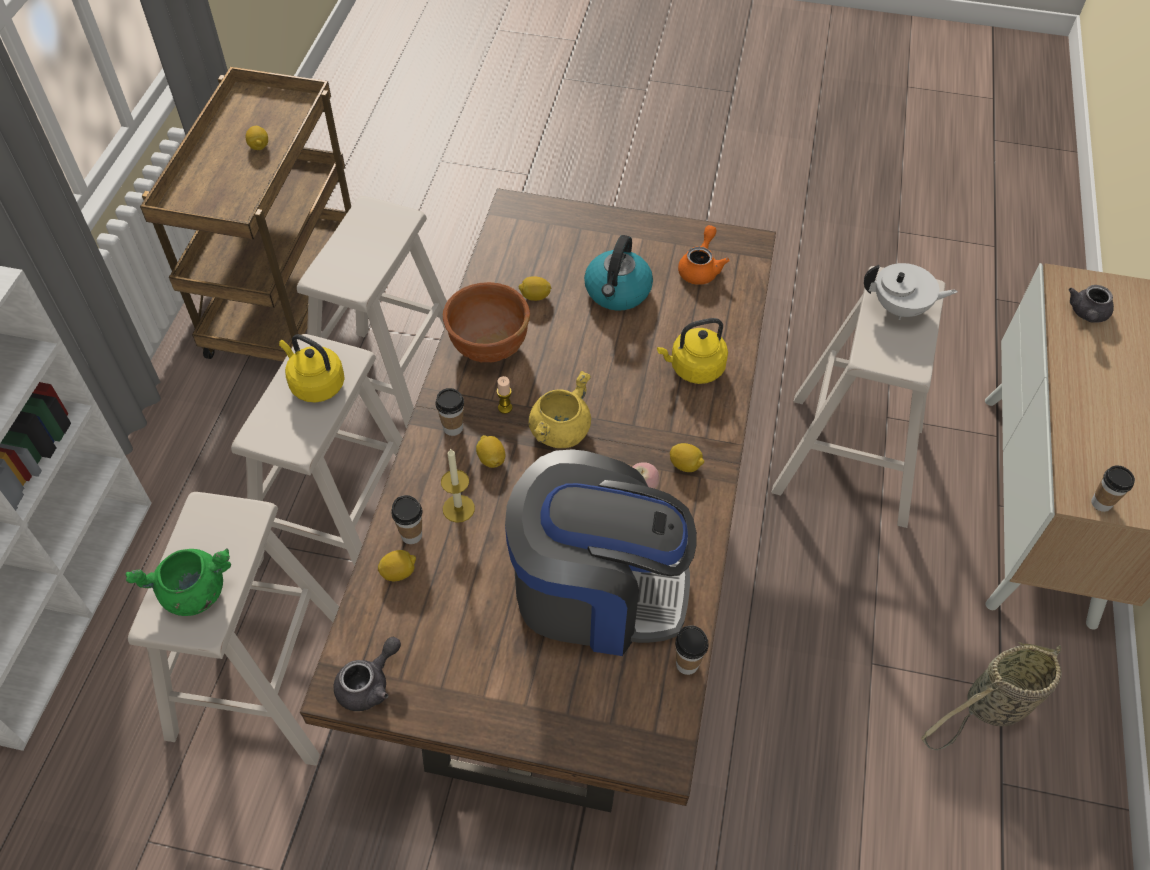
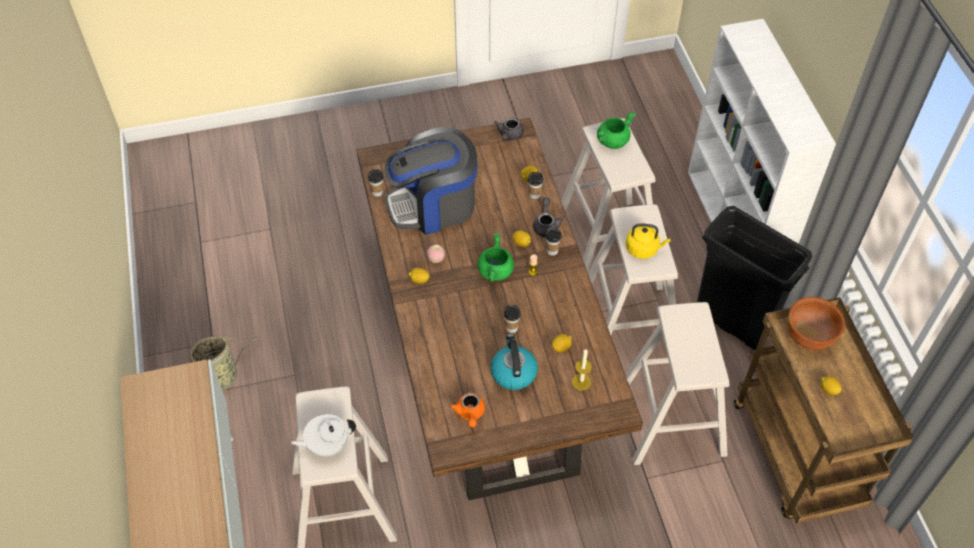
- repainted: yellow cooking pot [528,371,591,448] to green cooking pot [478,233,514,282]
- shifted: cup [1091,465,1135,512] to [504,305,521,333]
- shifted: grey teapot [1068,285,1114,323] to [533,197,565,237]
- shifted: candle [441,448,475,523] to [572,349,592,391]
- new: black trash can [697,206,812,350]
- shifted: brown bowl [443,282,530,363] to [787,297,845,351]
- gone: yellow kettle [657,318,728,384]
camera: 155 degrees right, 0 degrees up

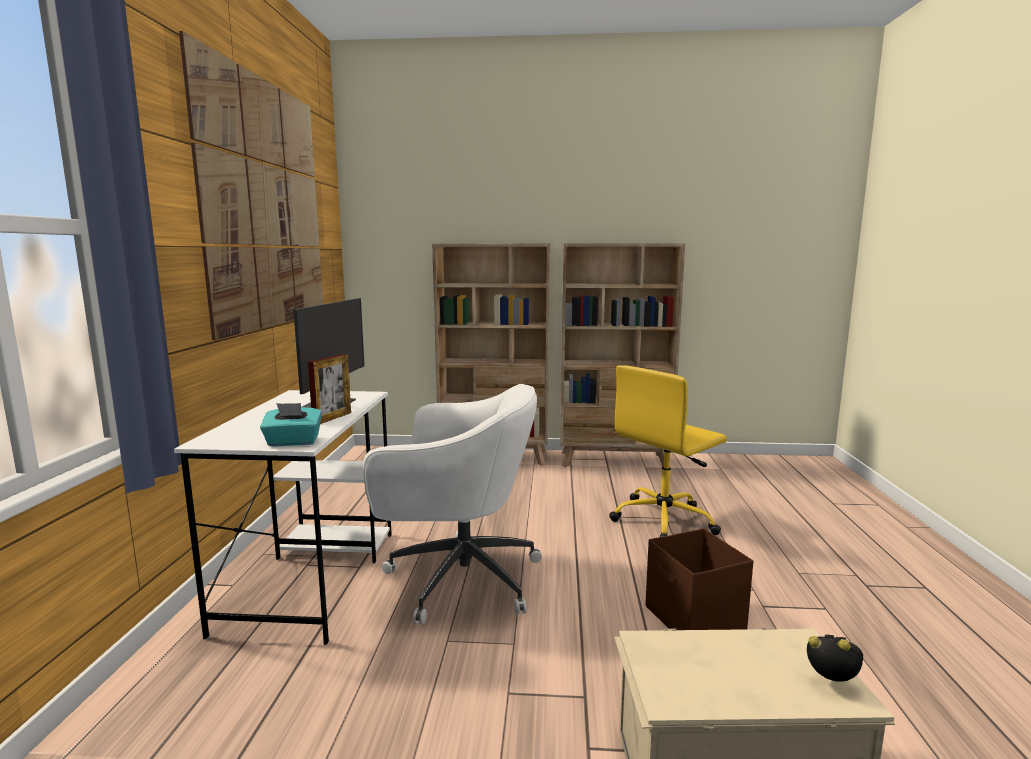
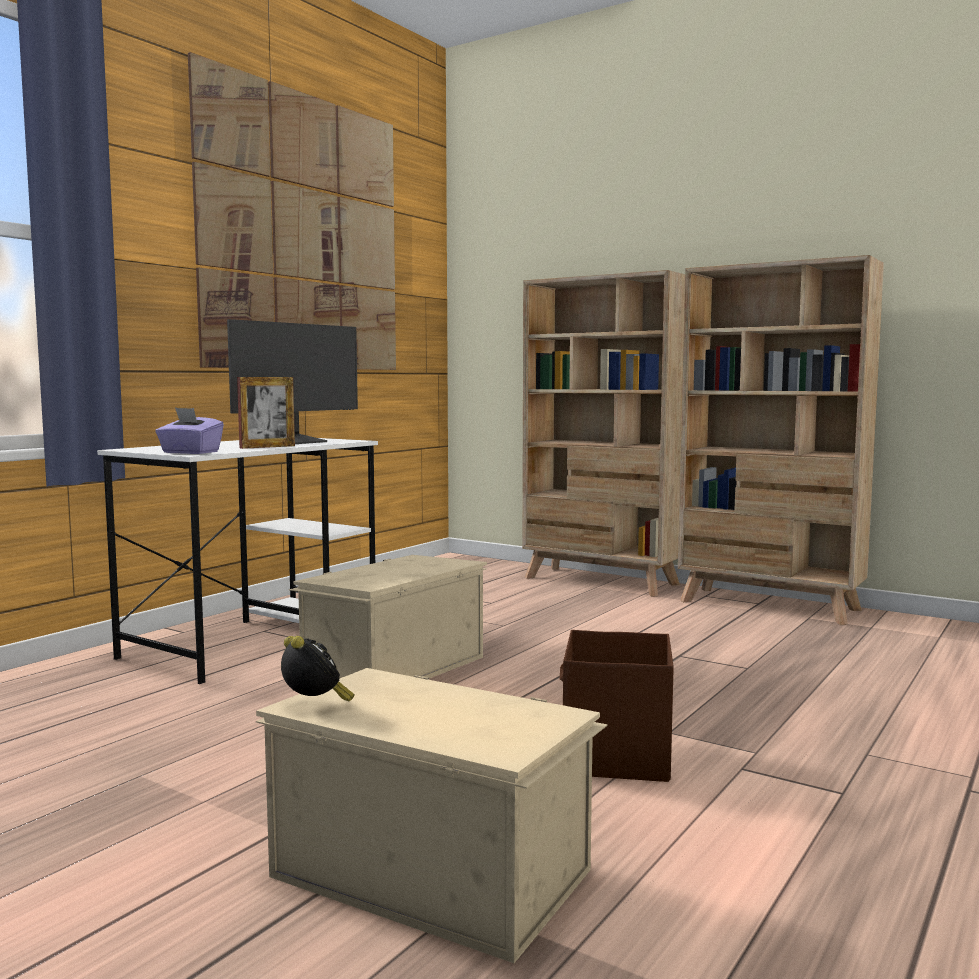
- repainted: turquoise tissue box [260,403,322,446] to purple tissue box [155,408,224,454]
- shifted: alarm clock [807,634,863,682] to [281,636,355,701]
- swapped: white office chair [363,384,542,625] to beige storage box [288,555,487,679]
- gone: yellow office chair [609,365,727,537]
camera: 30 degrees right, 5 degrees down

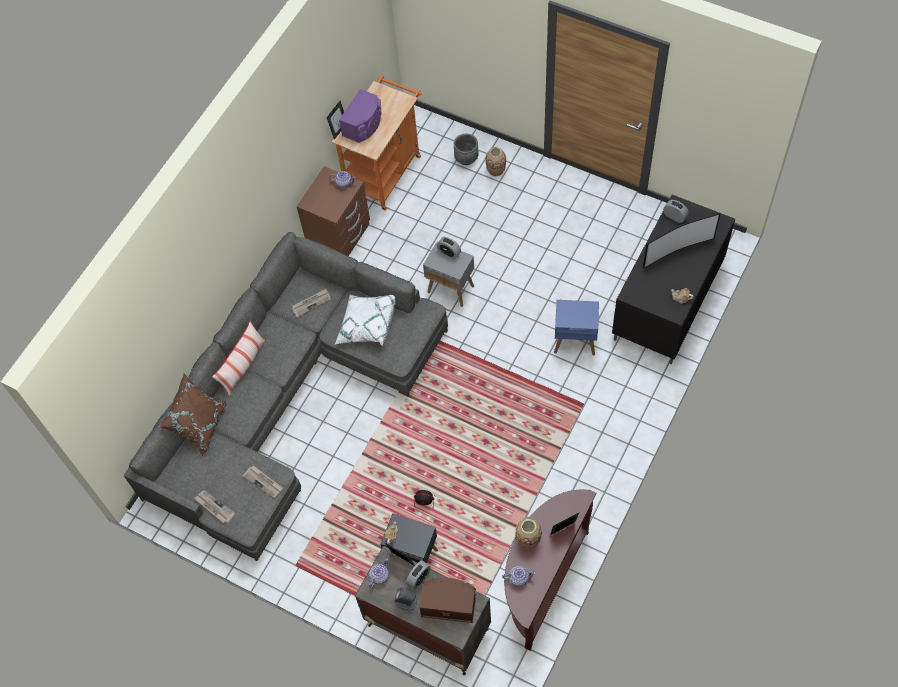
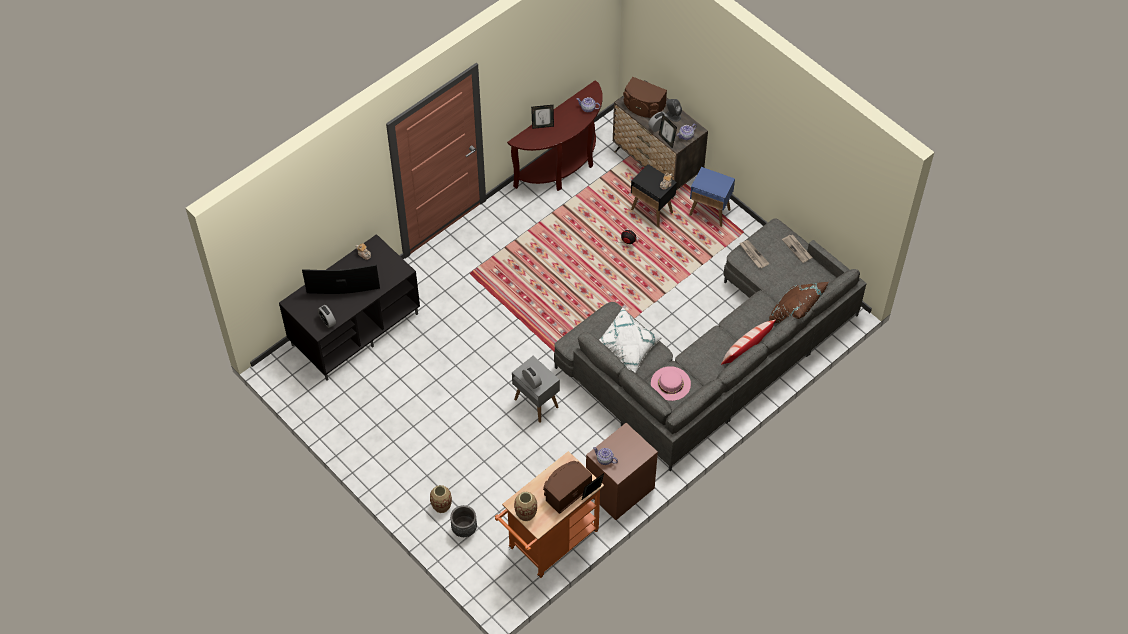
- shifted: vase [516,518,542,549] to [514,492,537,521]
- repainted: purple speaker [339,89,381,143] to brown speaker [543,461,592,514]
- swapped: newspaper [292,289,331,318] to pink hat [651,366,691,401]
- shifted: blue side table [554,300,599,355] to [689,167,735,227]
camera: 165 degrees left, 5 degrees down

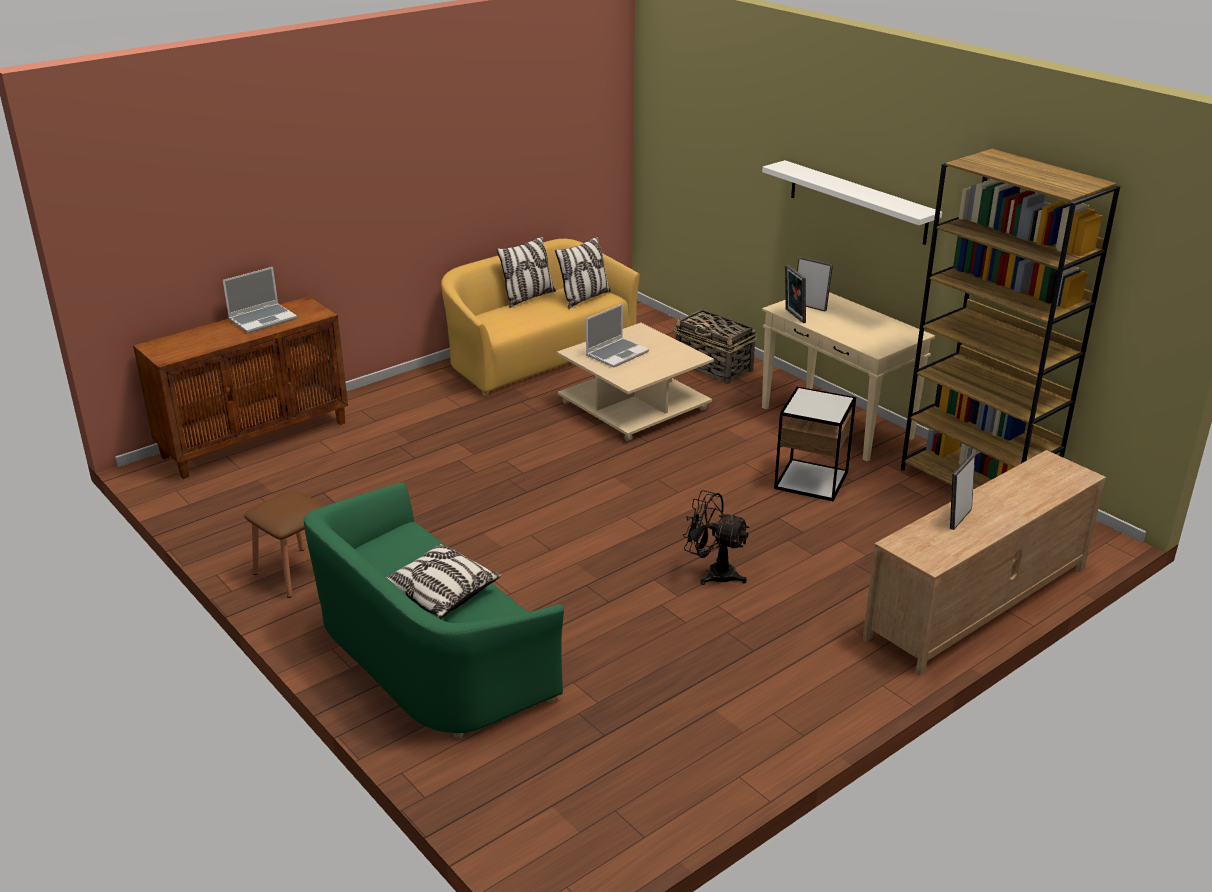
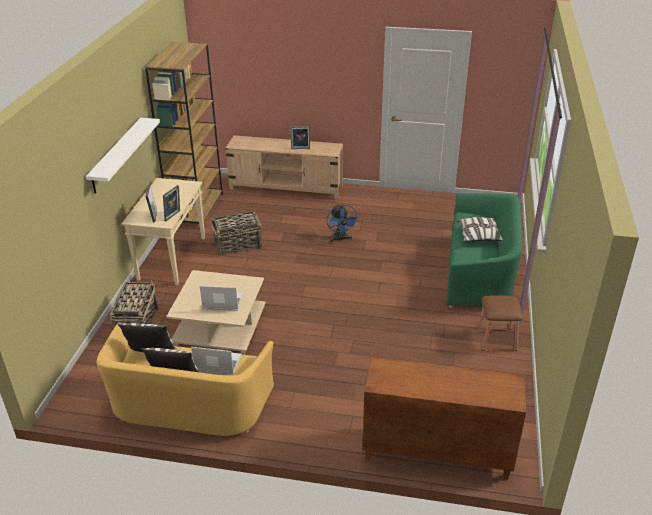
- shifted: laptop [223,267,297,333] to [191,347,241,375]
- swapped: side table [774,387,856,502] to basket [212,211,263,256]
- repainted: black fan [683,490,750,585] to blue fan [326,204,359,242]
camera: 130 degrees left, 5 degrees up

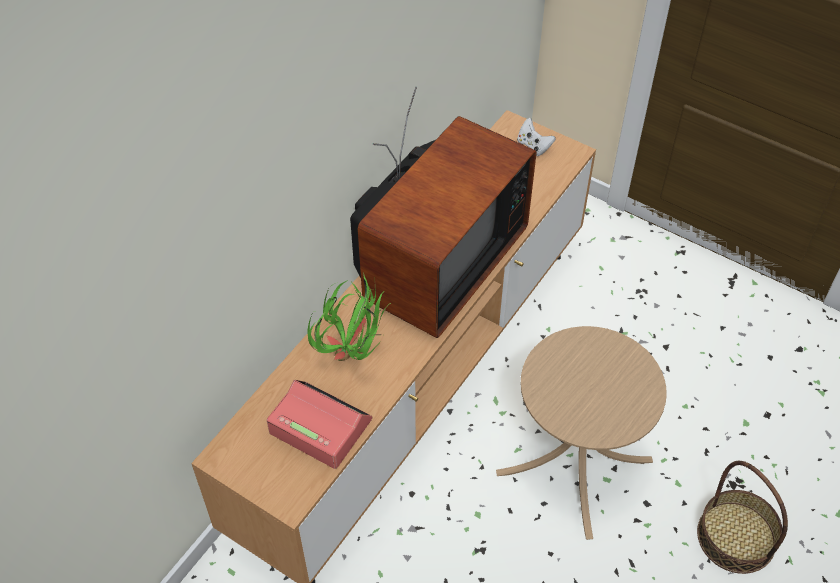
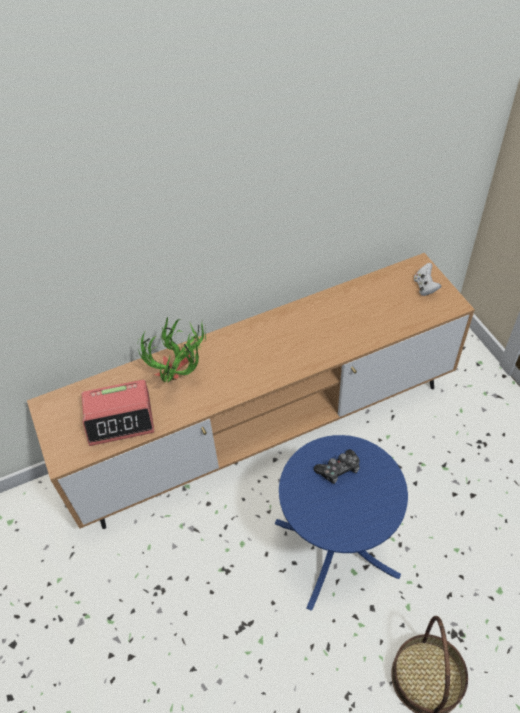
- rotated: alarm clock [267,380,372,469] = [82,380,155,446] 105 degrees clockwise
- repainted: beige side table [496,326,667,540] to blue side table [275,435,408,611]
- new: game controller [314,449,360,484]
- gone: television [350,87,536,338]
camera: 35 degrees right, 0 degrees up

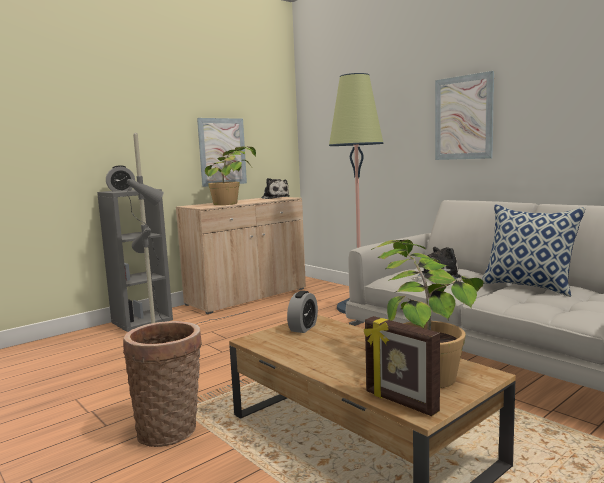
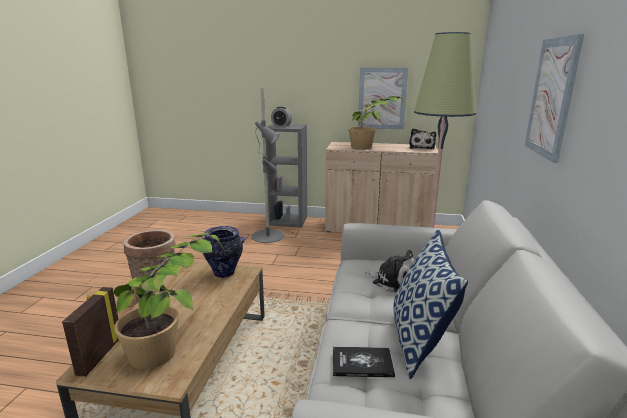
- swapped: alarm clock [287,291,318,333] to vase [199,226,245,278]
- new: book [333,347,395,378]
camera: 50 degrees right, 10 degrees up

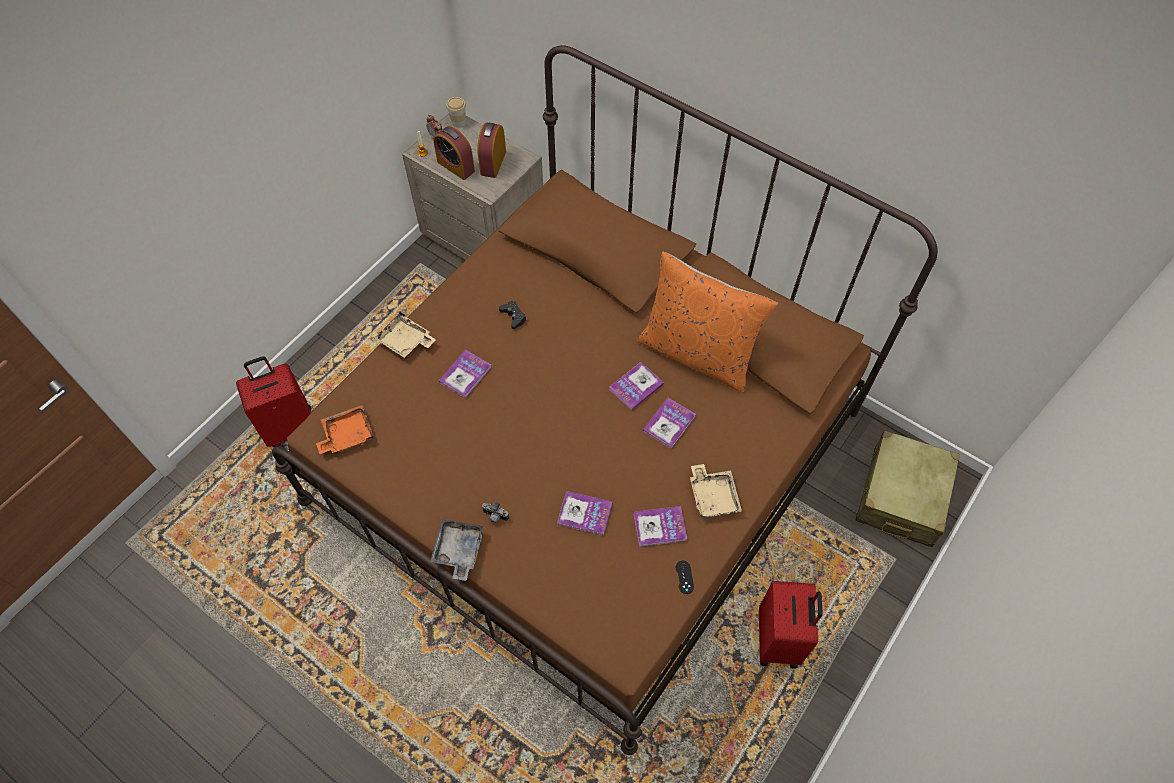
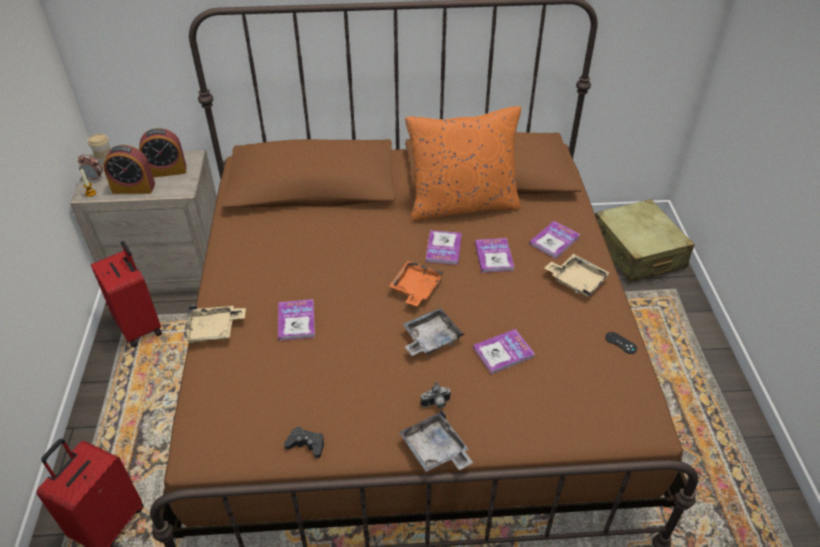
- shifted: red suitcase [759,581,822,669] to [91,241,162,348]
- rotated: alarm clock [477,123,506,178] = [139,128,186,178] 75 degrees counterclockwise
- shifted: black game controller [499,301,527,329] to [284,427,324,458]
- shifted: orange tray [316,405,374,454] to [389,260,443,306]
- new: grey tray [402,308,464,356]
- shifted: book [633,506,687,547] to [529,221,580,259]
camera: 40 degrees left, 15 degrees down

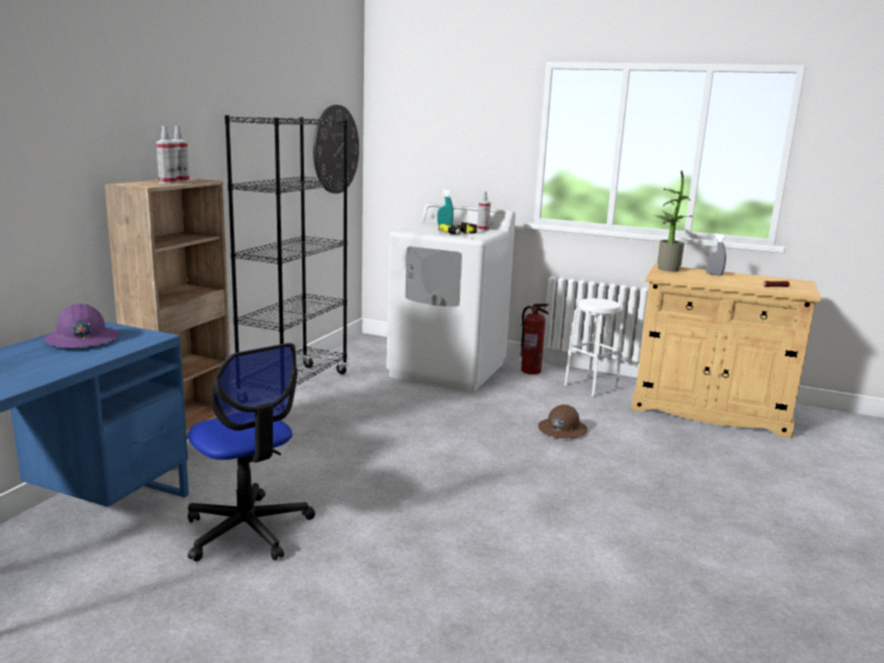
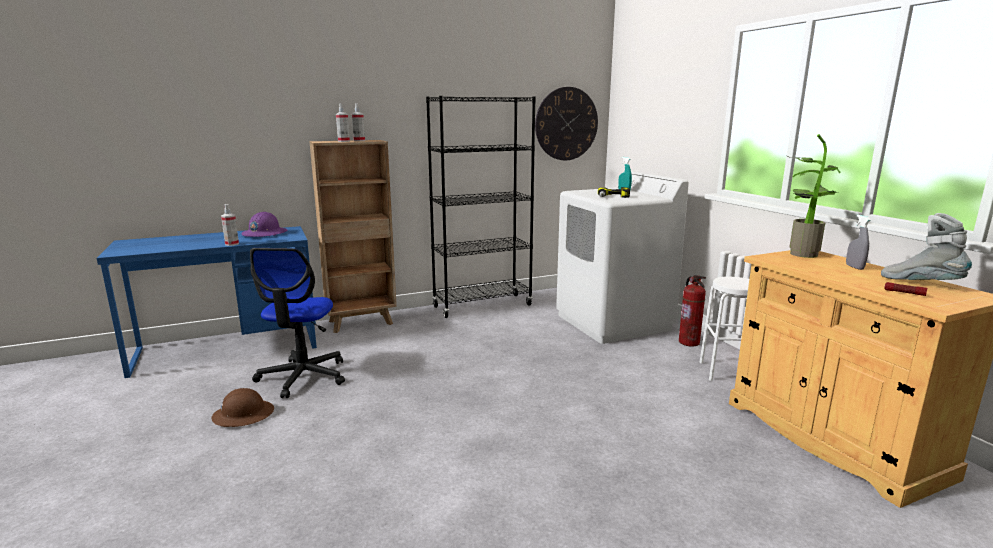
- shifted: brown hard hat [538,404,588,439] to [211,388,274,427]
- shifted: spray bottle [477,191,491,231] to [221,204,239,246]
- new: grey boot [881,213,972,280]
camera: 45 degrees right, 0 degrees up

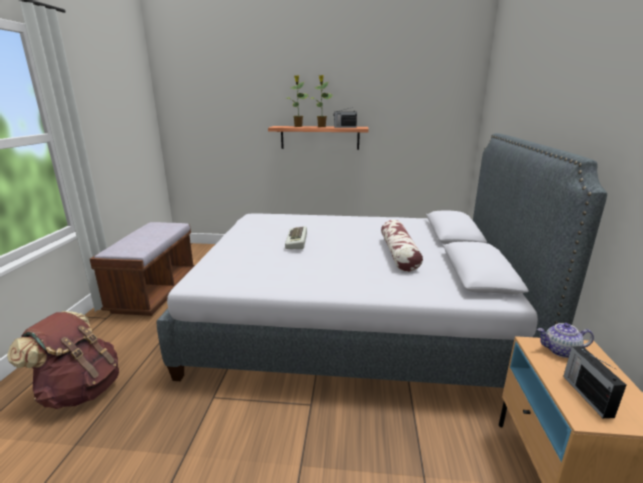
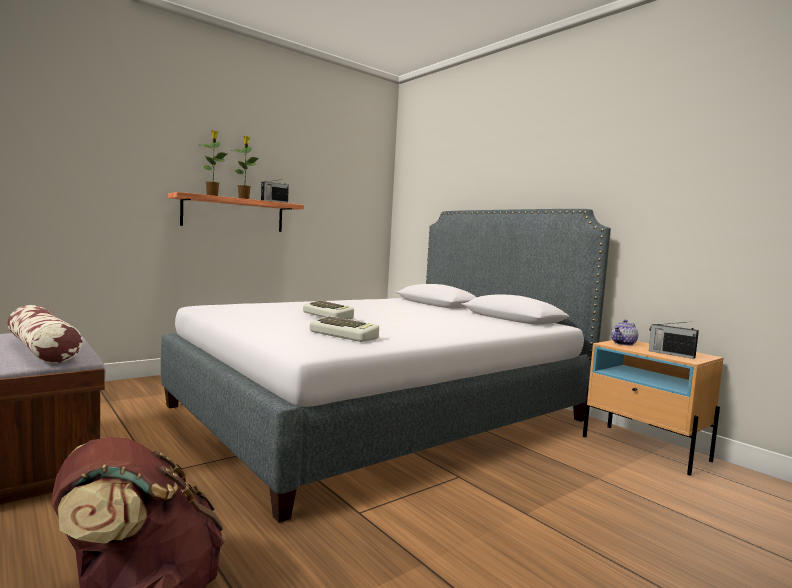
- shifted: pillow [381,220,423,272] to [8,305,82,363]
- new: keyboard [310,316,379,342]
camera: 45 degrees left, 15 degrees down

